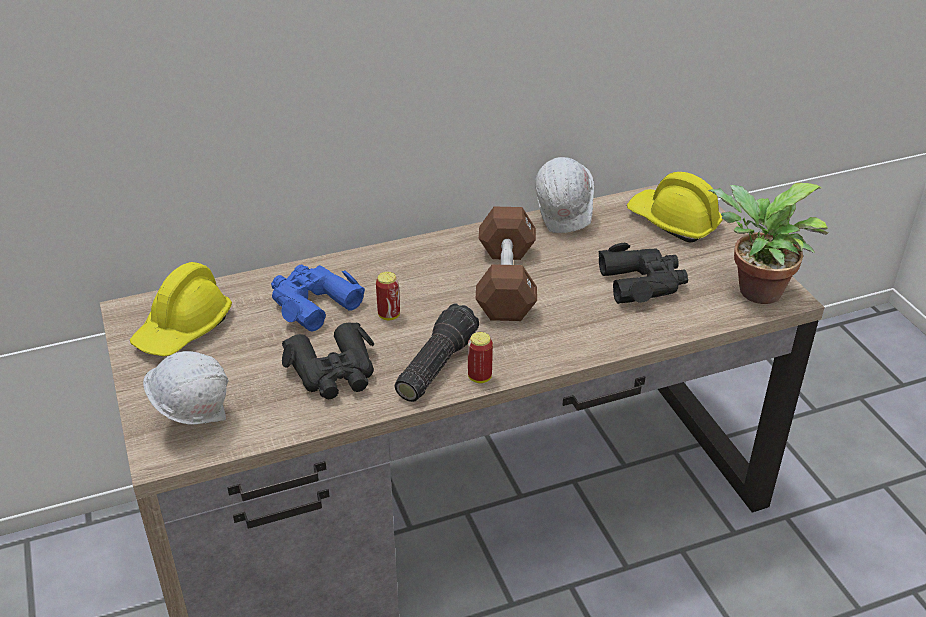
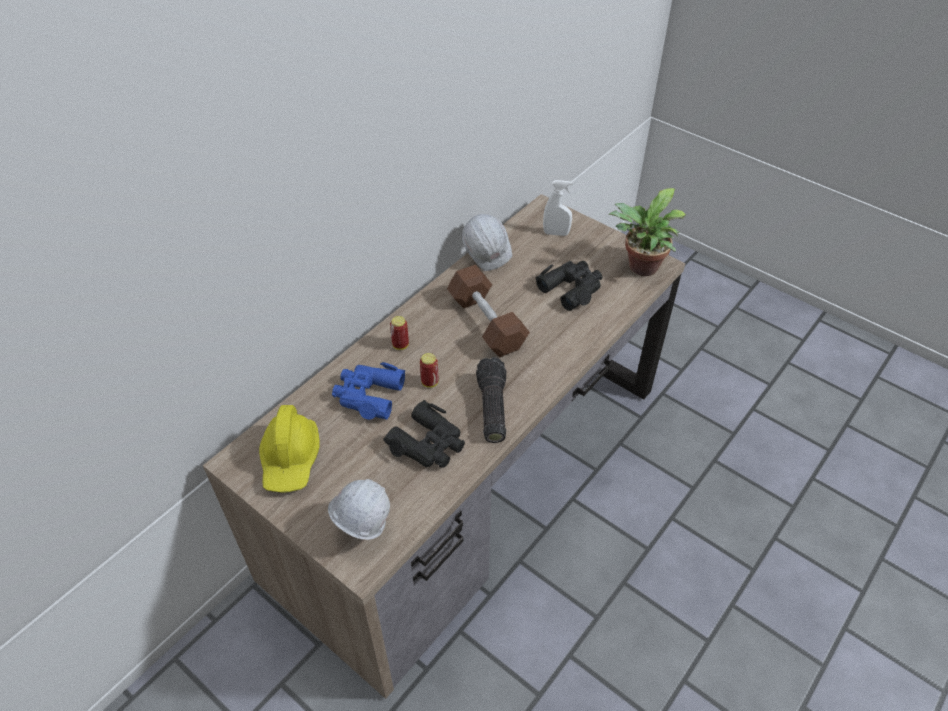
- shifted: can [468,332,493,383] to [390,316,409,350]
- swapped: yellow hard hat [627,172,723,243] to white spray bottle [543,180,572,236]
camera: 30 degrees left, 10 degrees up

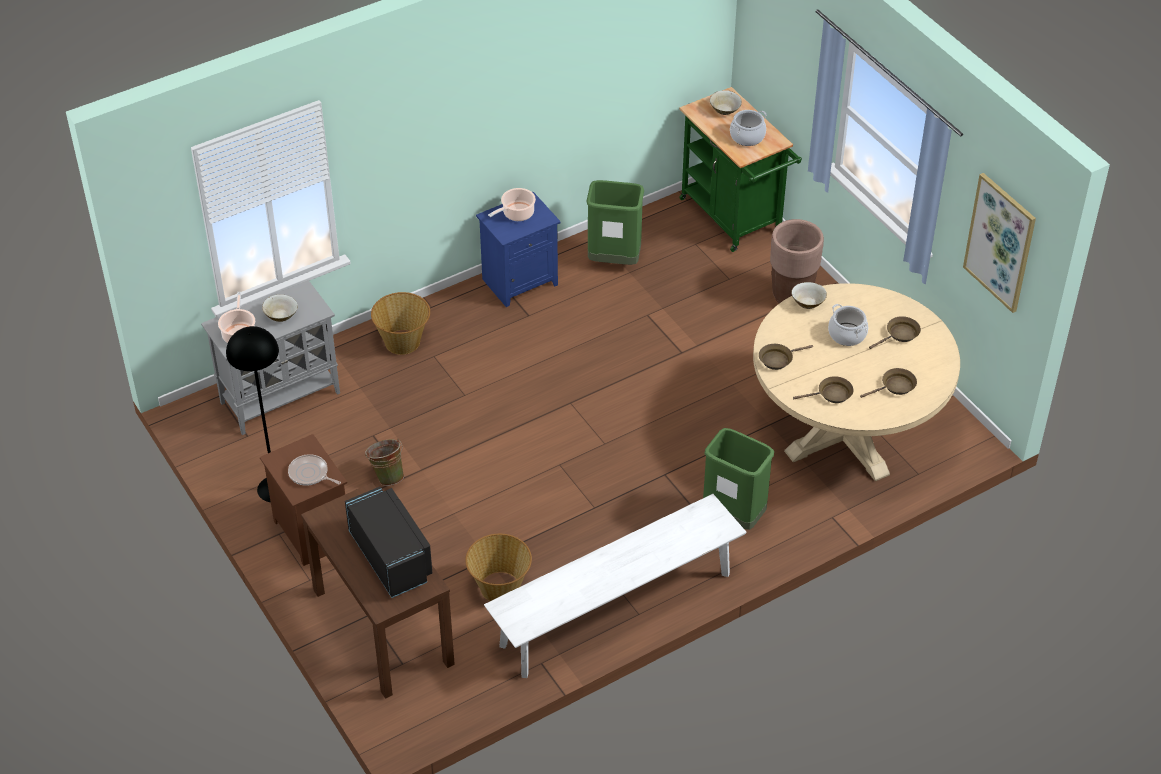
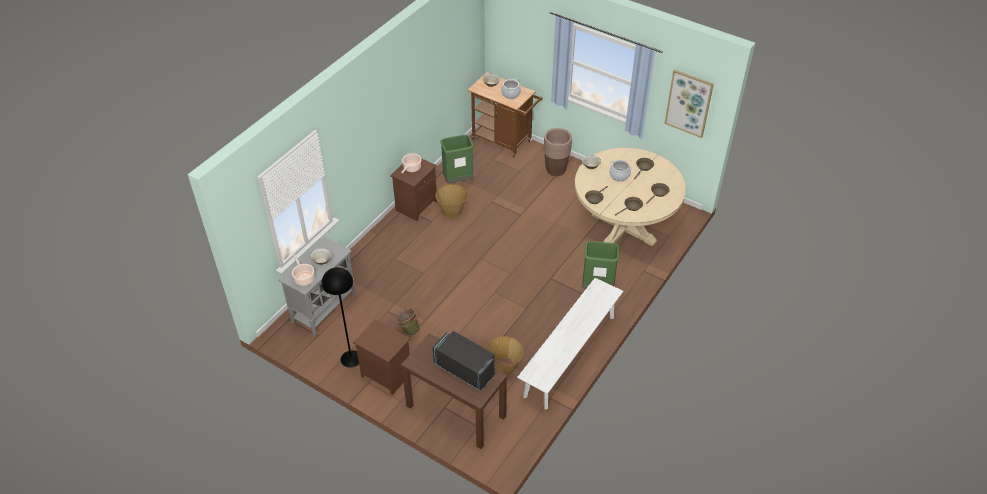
- repainted: blue nightstand [476,192,561,307] to brown nightstand [390,158,437,221]
- shifted: basket [371,292,430,355] to [435,184,468,218]
- repainted: green cart [679,87,802,252] to brown cart [468,72,543,157]
- gone: frying pan [288,454,341,486]
camera: 25 degrees left, 0 degrees up

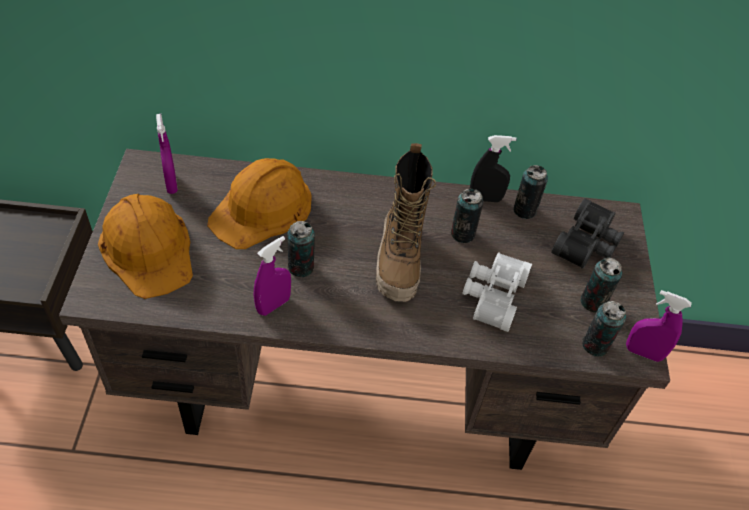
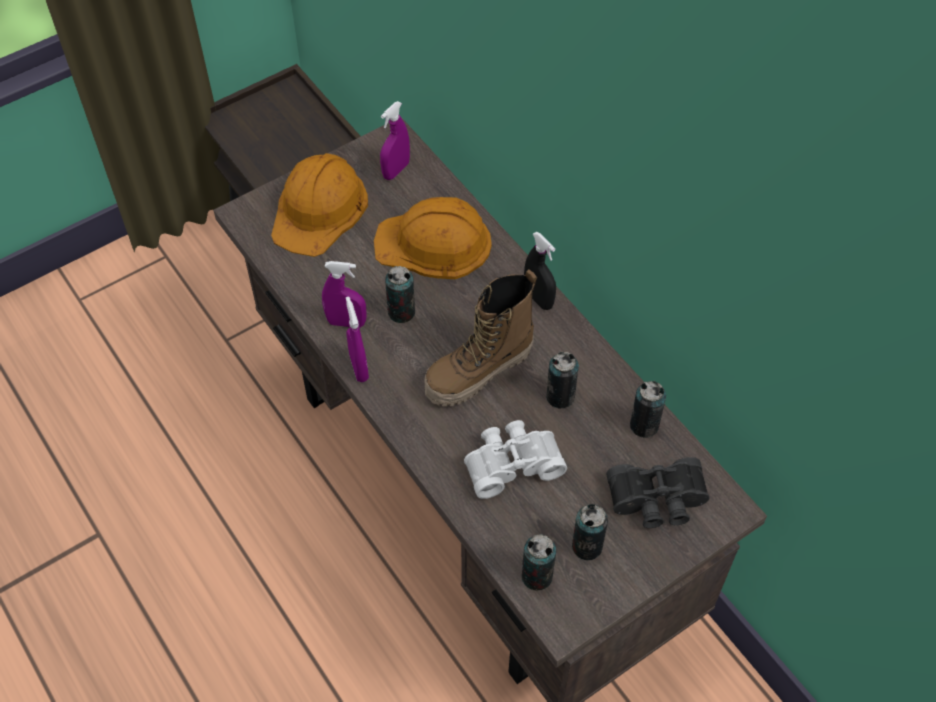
- shifted: purple spray bottle [626,290,692,362] to [346,297,369,382]
- shifted: black spray bottle [470,135,516,202] to [524,232,556,310]
camera: 55 degrees right, 5 degrees up

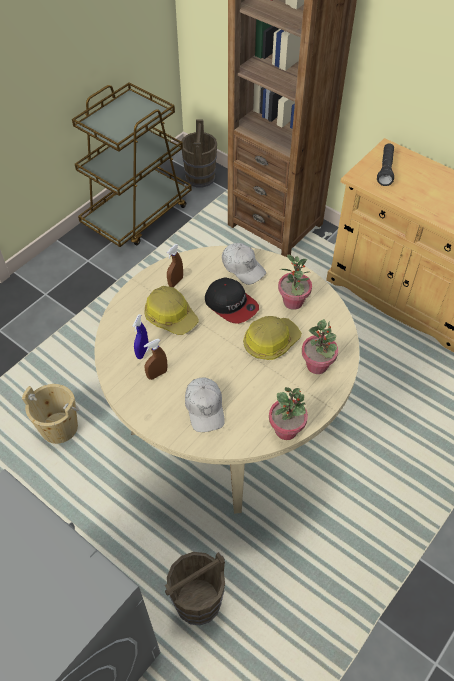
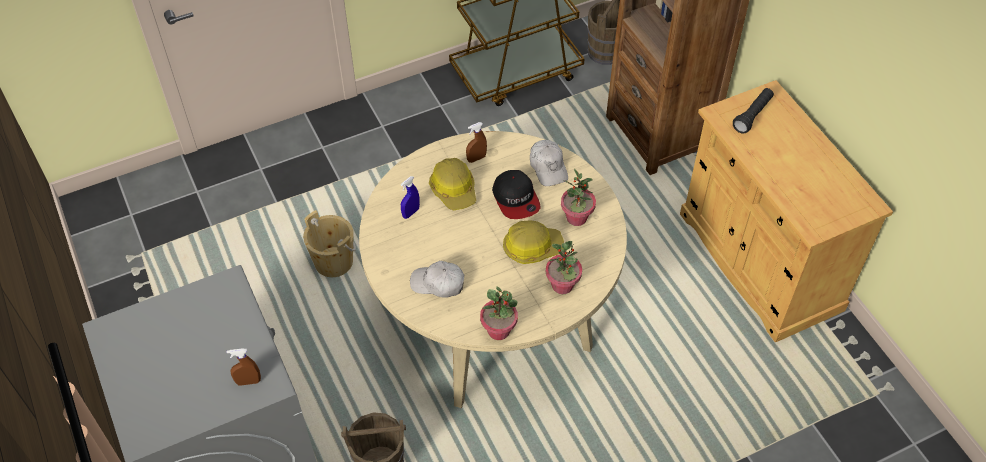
- shifted: brown spray bottle [144,339,167,380] to [226,349,261,386]
- rotated: white cap [185,378,225,432] = [410,261,465,298] 90 degrees clockwise
camera: 25 degrees right, 0 degrees up

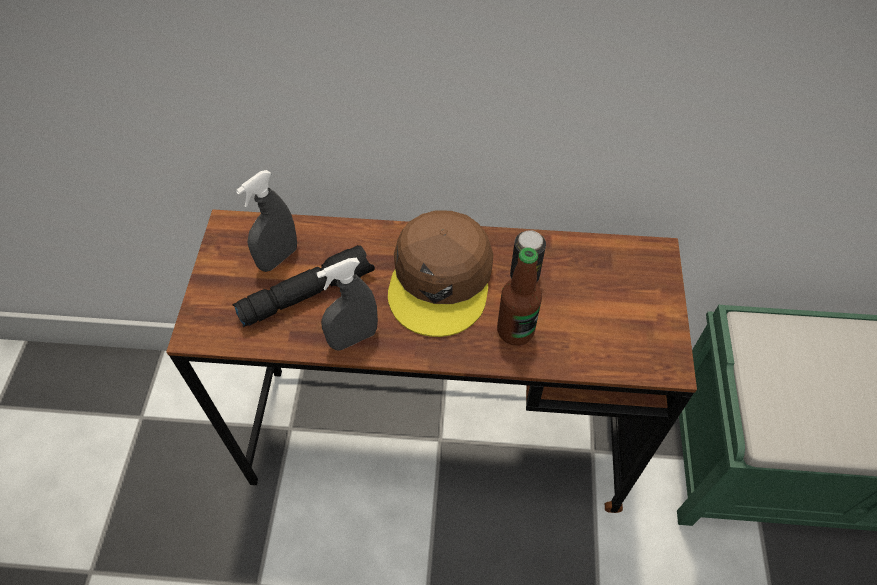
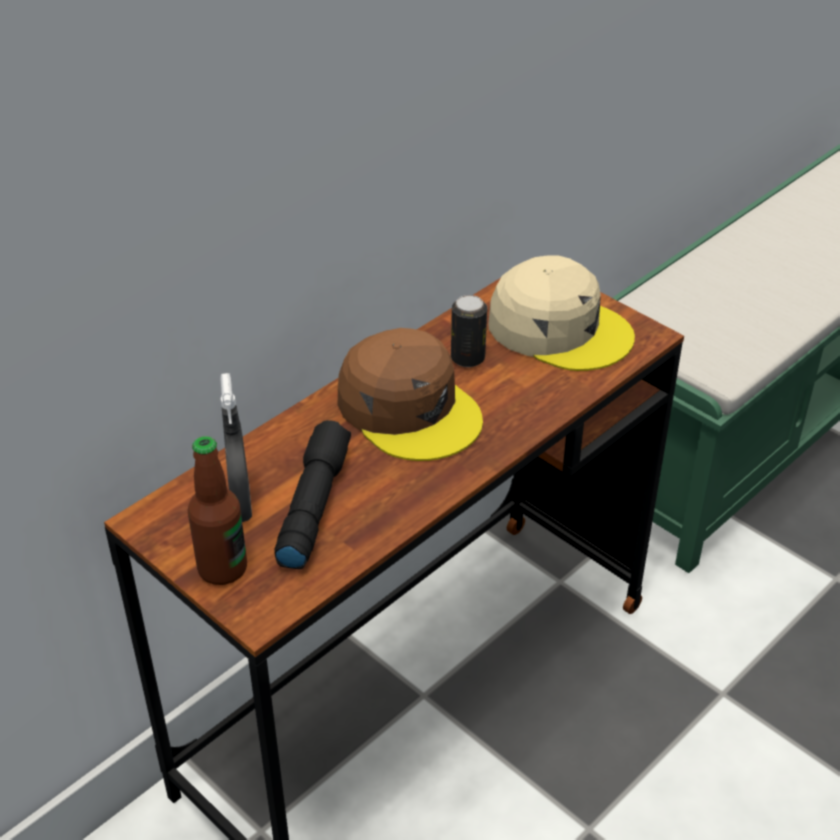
- shifted: bottle [497,247,542,346] to [188,436,247,585]
- new: beige cap [488,255,635,371]
- gone: grey spray bottle [317,258,378,351]
camera: 50 degrees left, 15 degrees down

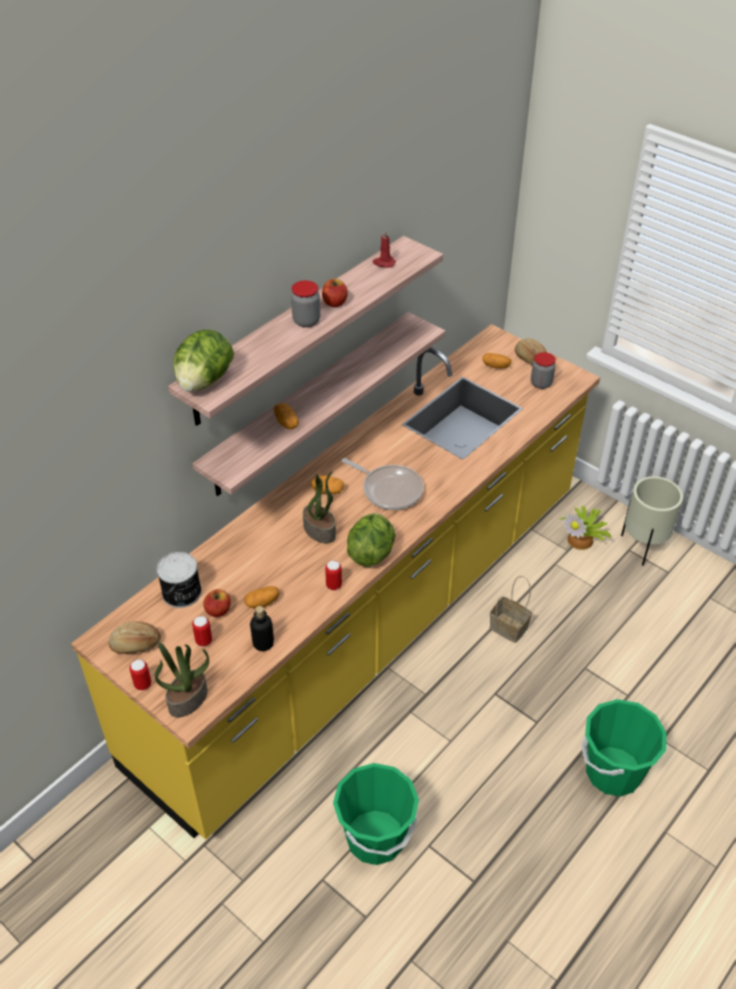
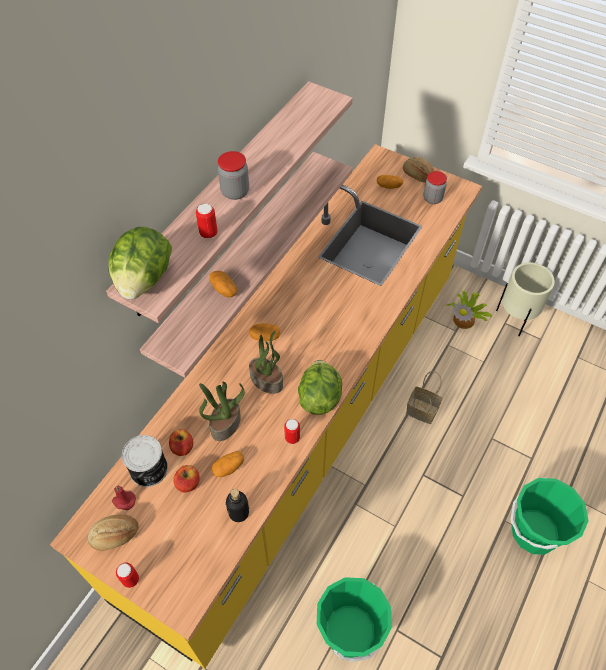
- shifted: red candle [373,230,396,268] to [112,485,136,510]
- shifted: apple [322,279,348,307] to [169,429,193,456]
- shifted: can [192,616,212,647] to [196,204,218,239]
- shifted: potted plant [155,642,209,718] to [199,381,245,441]
- gone: frying pan [342,458,424,510]
camera: 10 degrees left, 10 degrees up

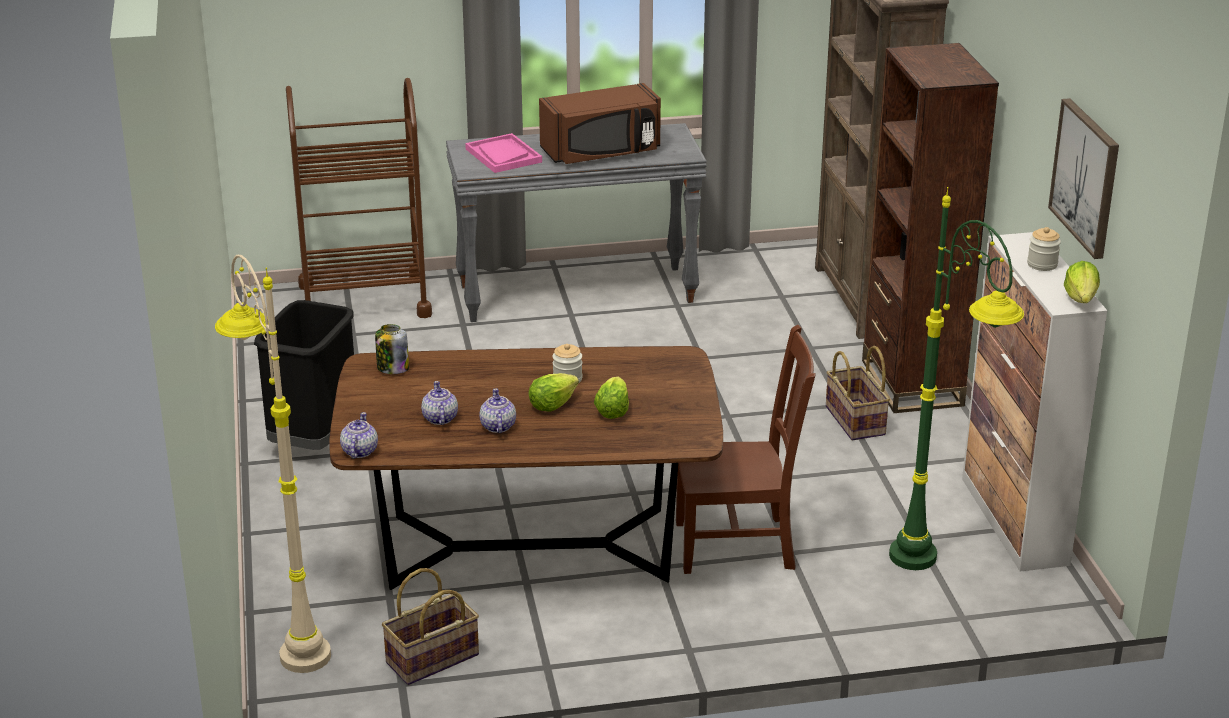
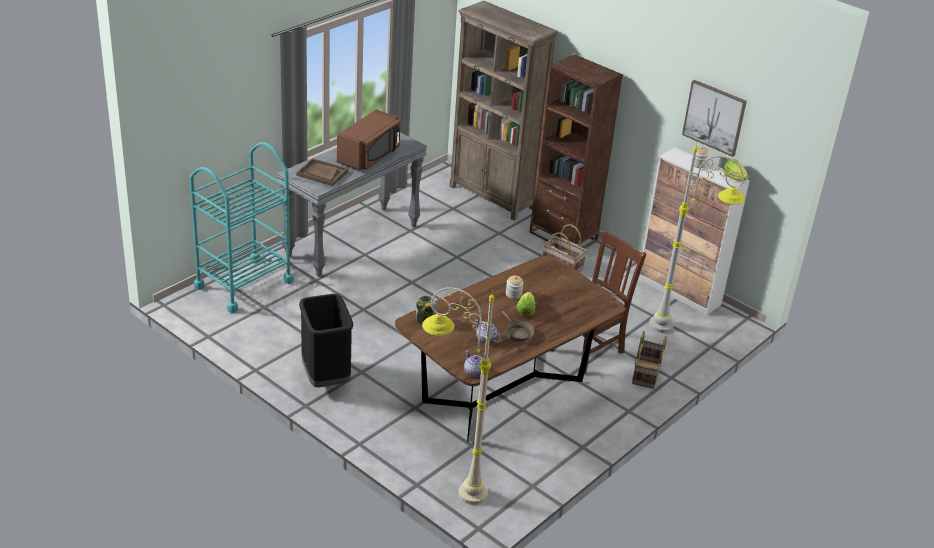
- repainted: brown cart [286,78,432,318] to turquoise cart [189,142,294,313]
- repainted: pink tray [465,133,542,173] to brown tray [296,158,348,186]
- swapped: teapot [479,388,516,433] to brown frying pan [502,311,535,342]
- shifted: basket [381,568,479,685] to [632,331,667,389]
- repainted: green floor lamp [889,187,1024,570] to grey floor lamp [649,142,745,333]
- gone: lettuce [594,377,629,419]
camera: 40 degrees left, 5 degrees up

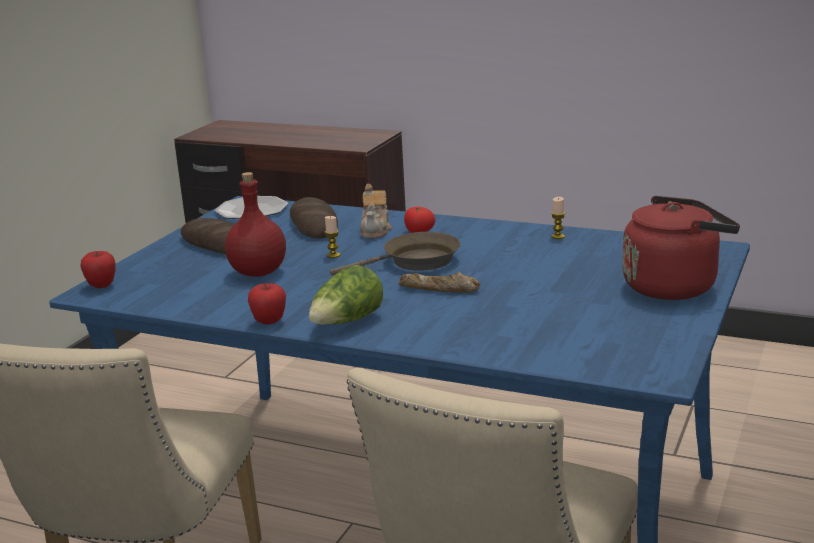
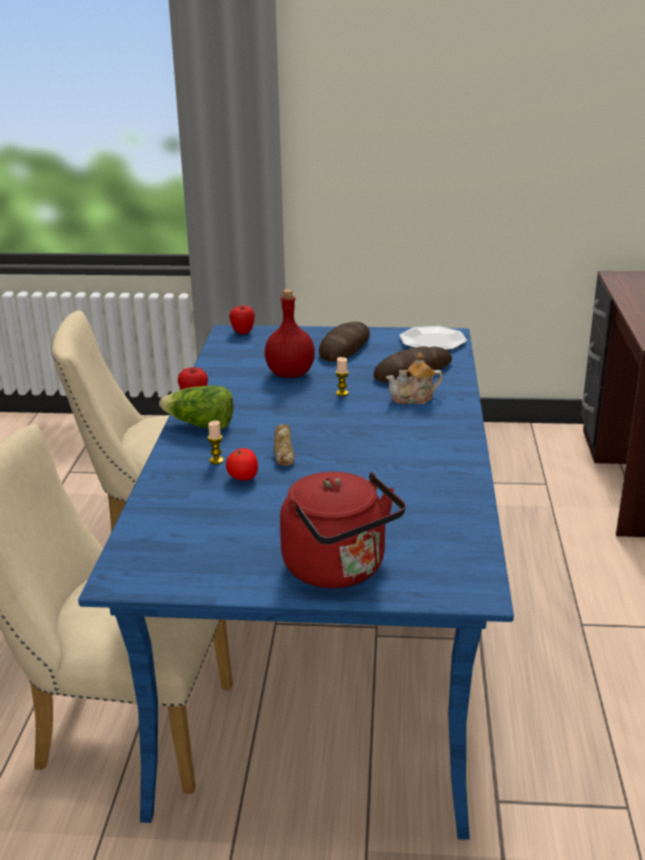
- shifted: candle [551,197,565,239] to [208,421,224,464]
- shifted: tomato [404,207,435,233] to [226,448,258,481]
- gone: brown frying pan [330,232,460,276]
camera: 70 degrees right, 5 degrees up

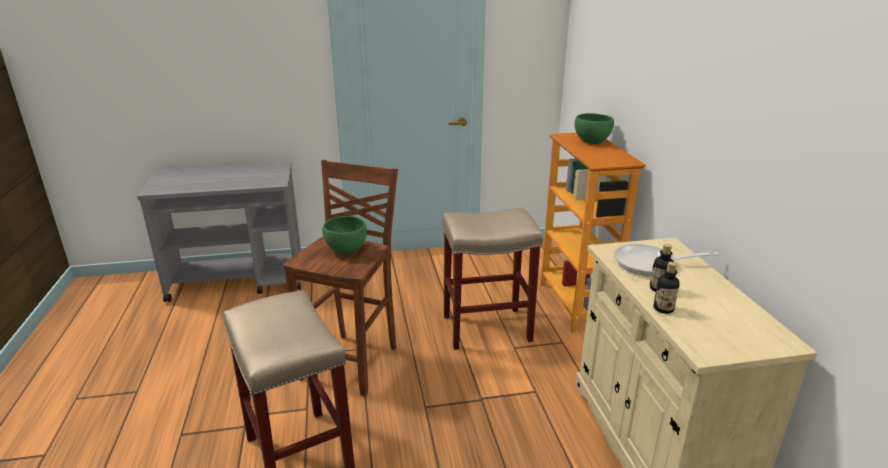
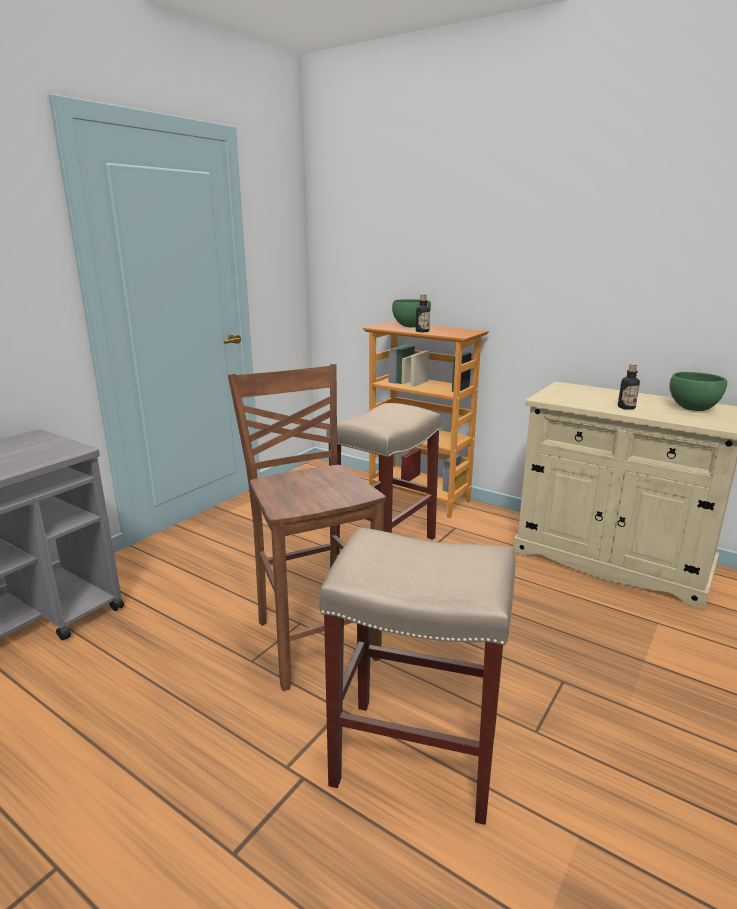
- shifted: bottle [654,262,680,314] to [416,295,430,332]
- shifted: green bowl [322,216,367,255] to [669,372,727,411]
- gone: frying pan [614,244,718,276]
camera: 45 degrees left, 5 degrees down

